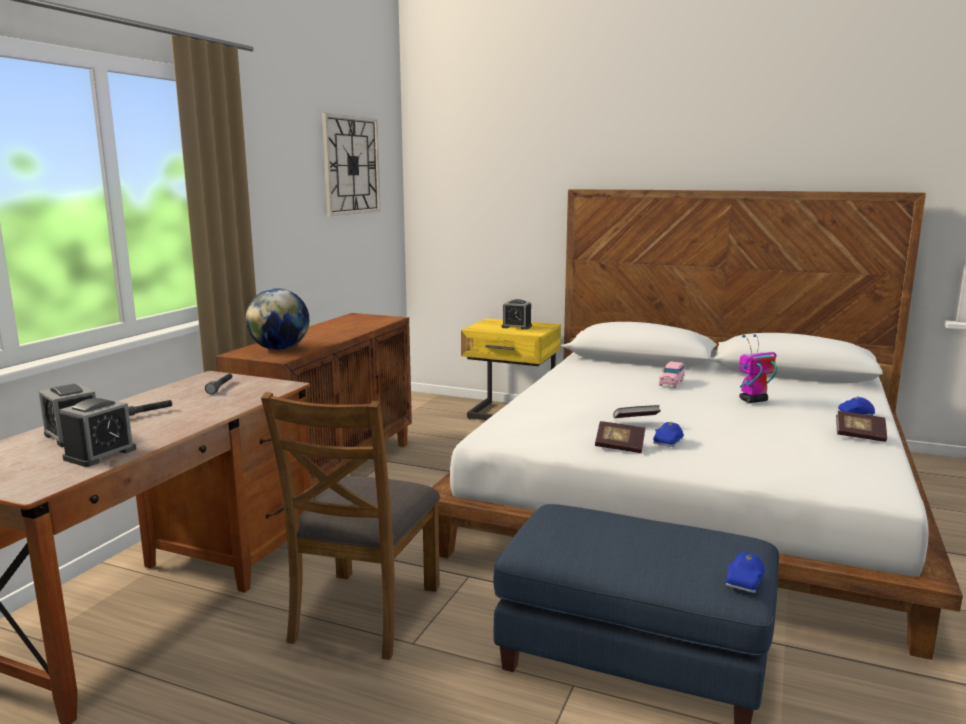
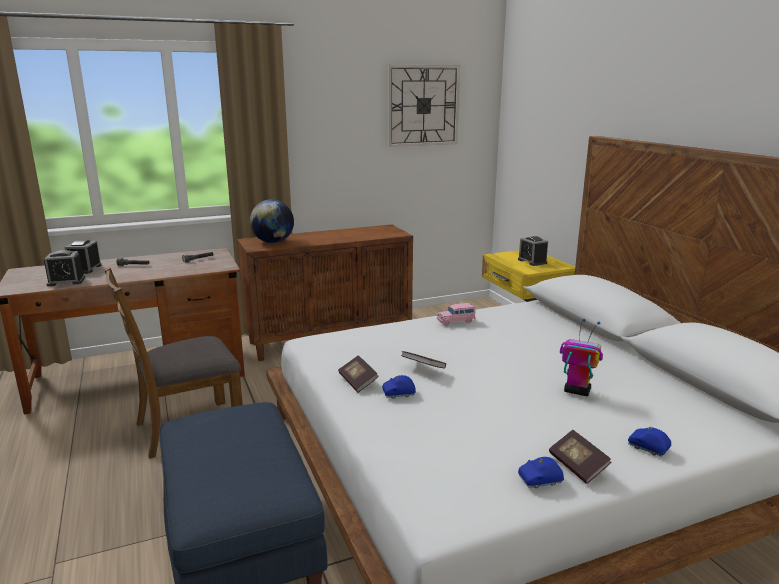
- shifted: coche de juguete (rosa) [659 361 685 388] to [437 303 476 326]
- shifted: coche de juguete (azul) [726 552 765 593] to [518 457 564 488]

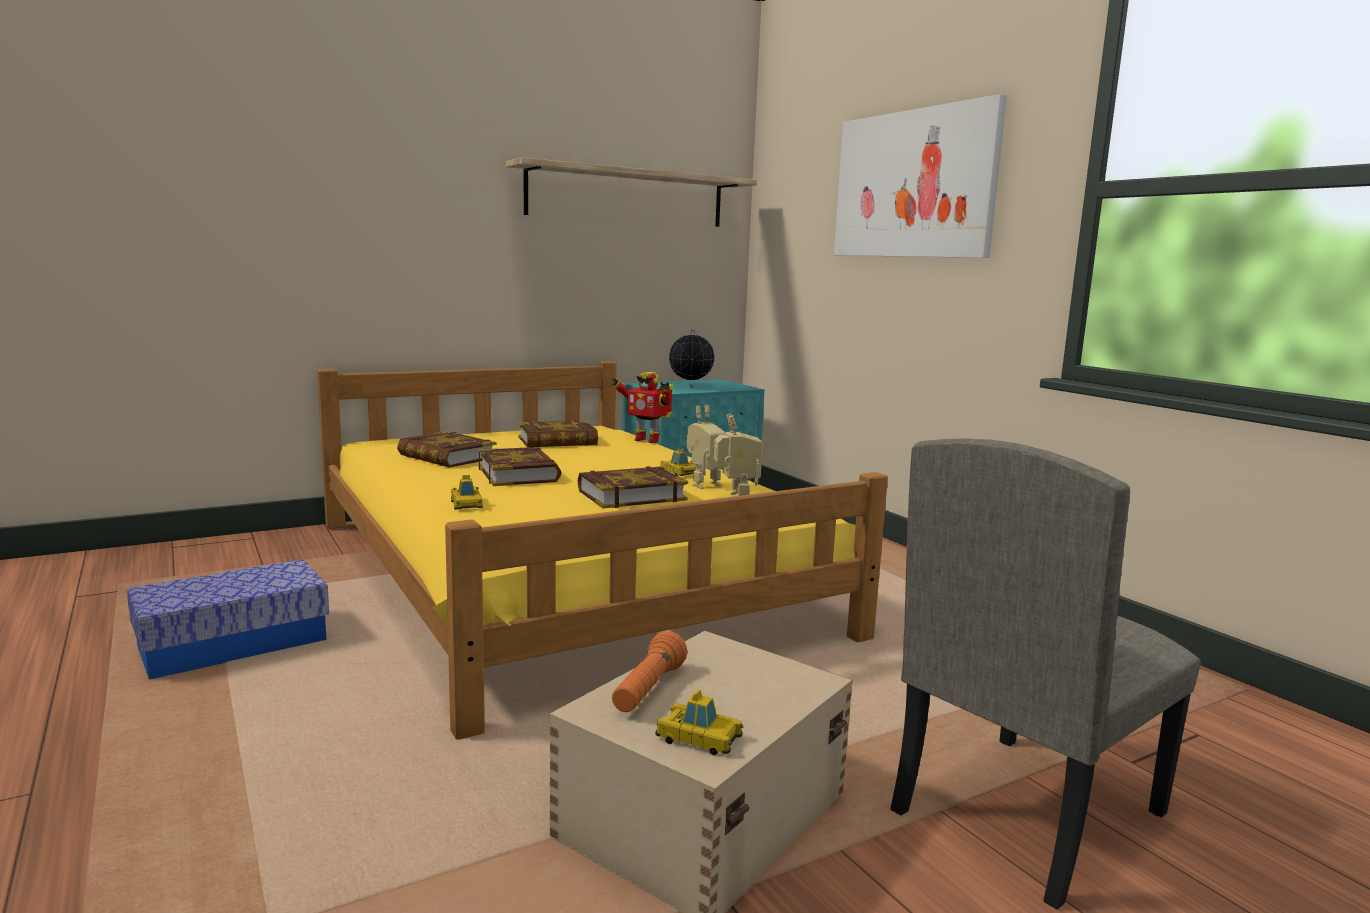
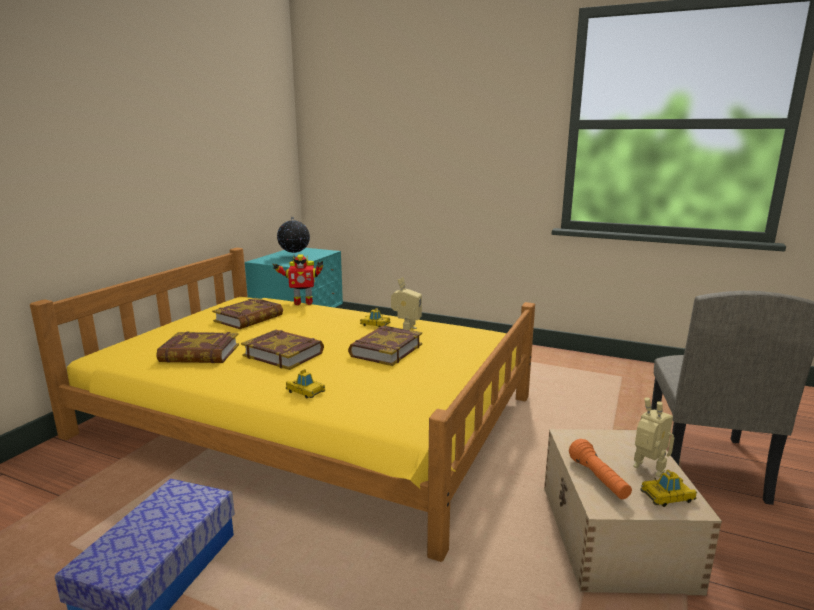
- gone: estante [505 157 757 227]
- shifted: robot de juguete [714 413 763 495] to [633 397 674 477]
- gone: cuadro [834 94 1007 258]

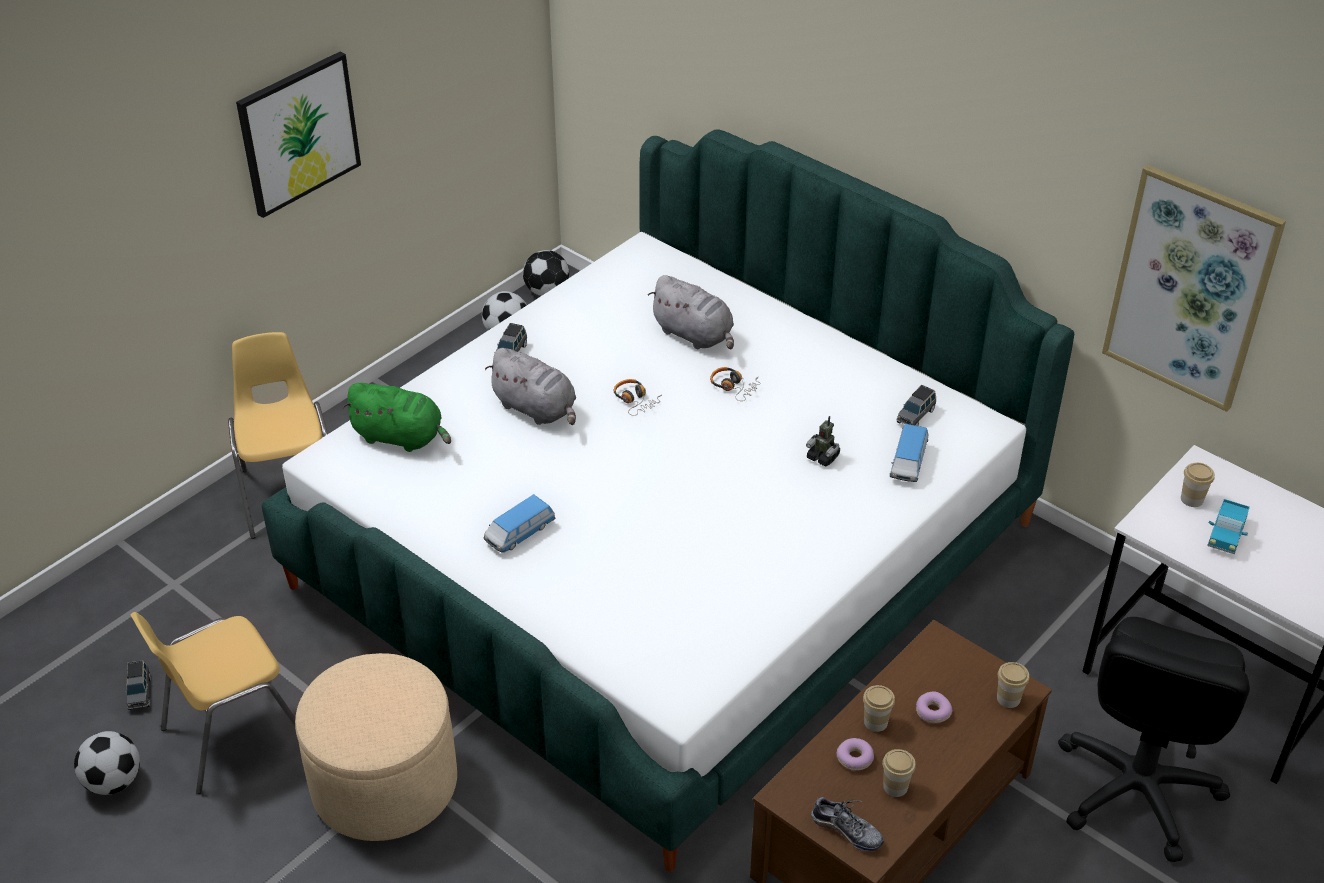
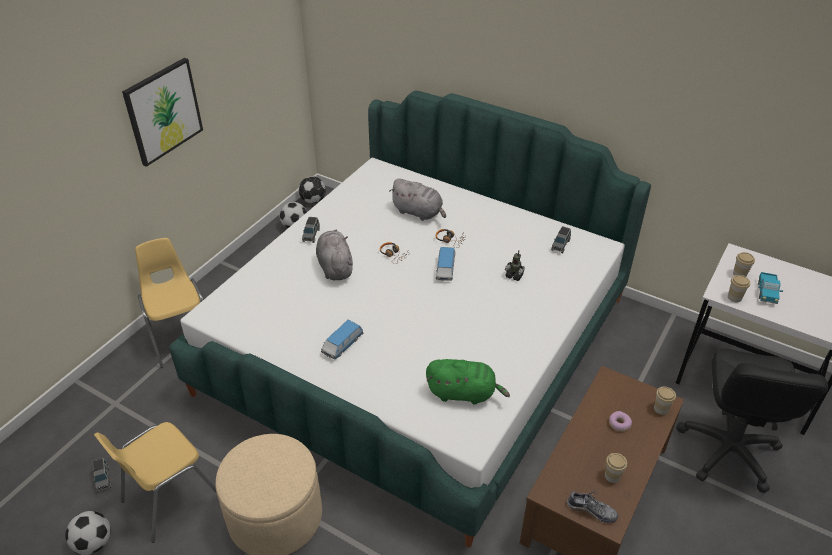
- shifted: peluche (verde) [342 383 451 452] to [426 359 510 405]
- rotated: peluche (gris) [485 348 576 425] = [316 230 353 280] 135 degrees counterclockwise
- gone: rosquilla [837 738 874 771]
- shifted: taza [863 685 895 732] to [728 275 750 302]
- shifted: coche de juguete [890 424 928 482] to [436 247 455 281]
- gone: cuadro [1102 165 1286 412]

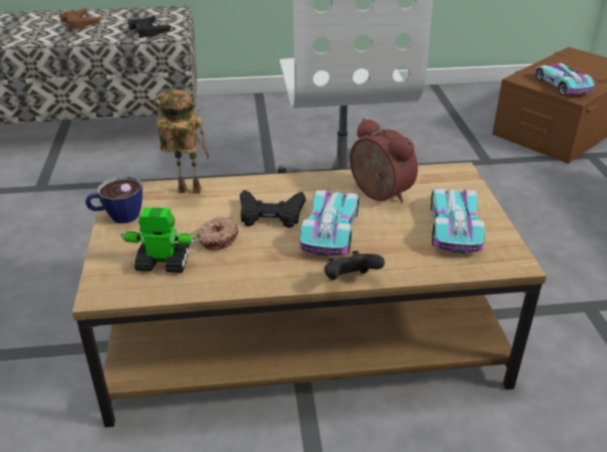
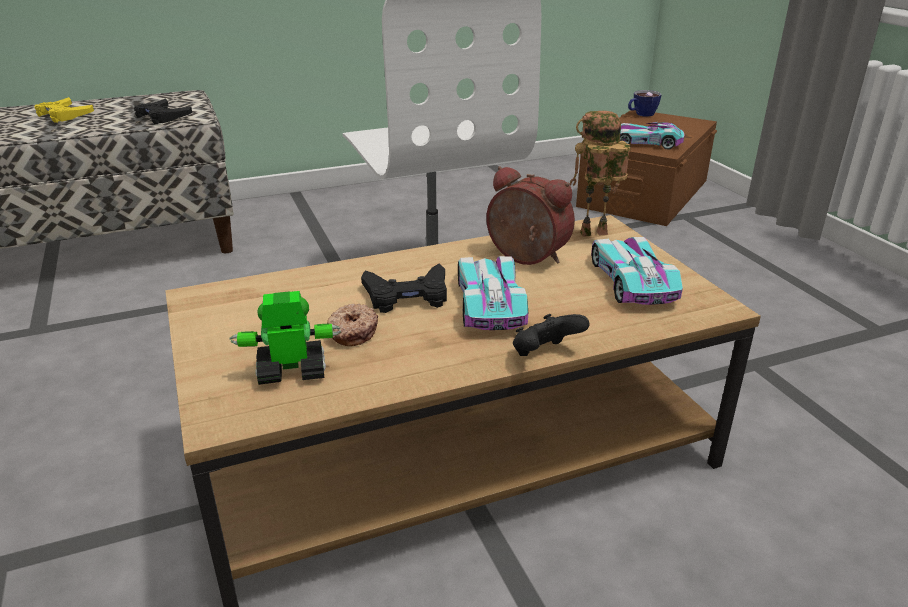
- repainted: mando de consola (marrón) [59 8 101 30] to mando de consola (amarillo) [34 97 94 123]
- shifted: taza [85 176 143 224] to [628 90 661 117]
- shifted: robot de juguete [154 89 209 194] to [570 111 631 237]
- rotated: coche de juguete [534 63 594 96] = [620 122 685 149] 45 degrees counterclockwise

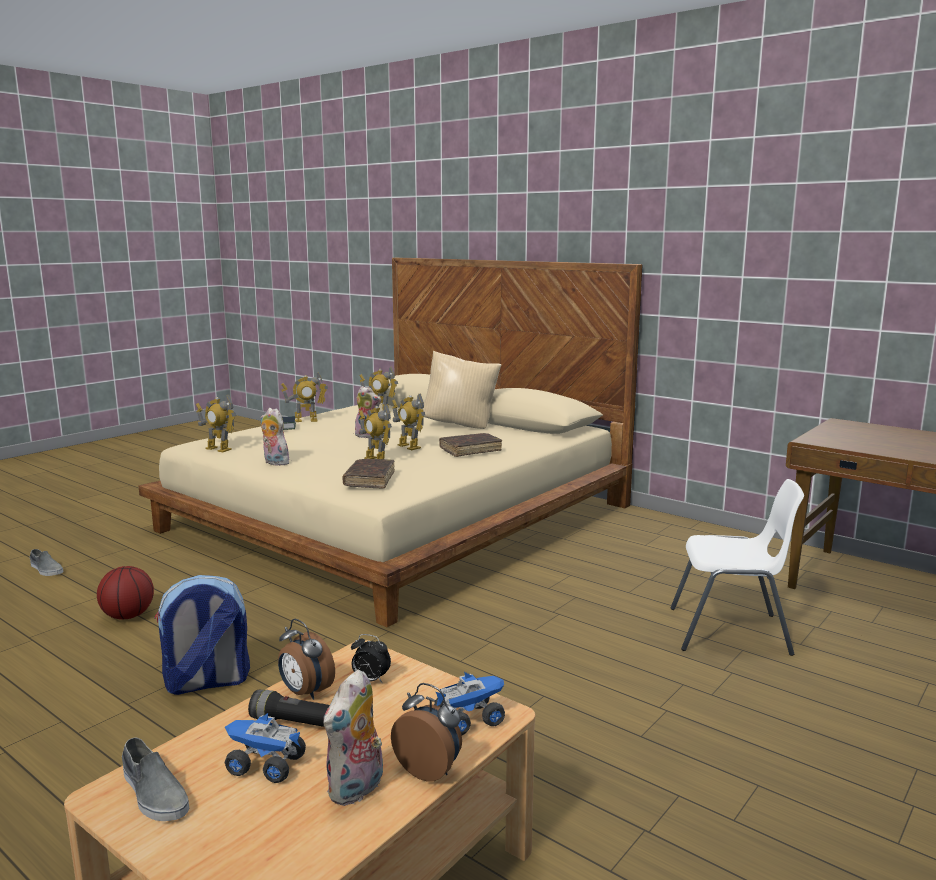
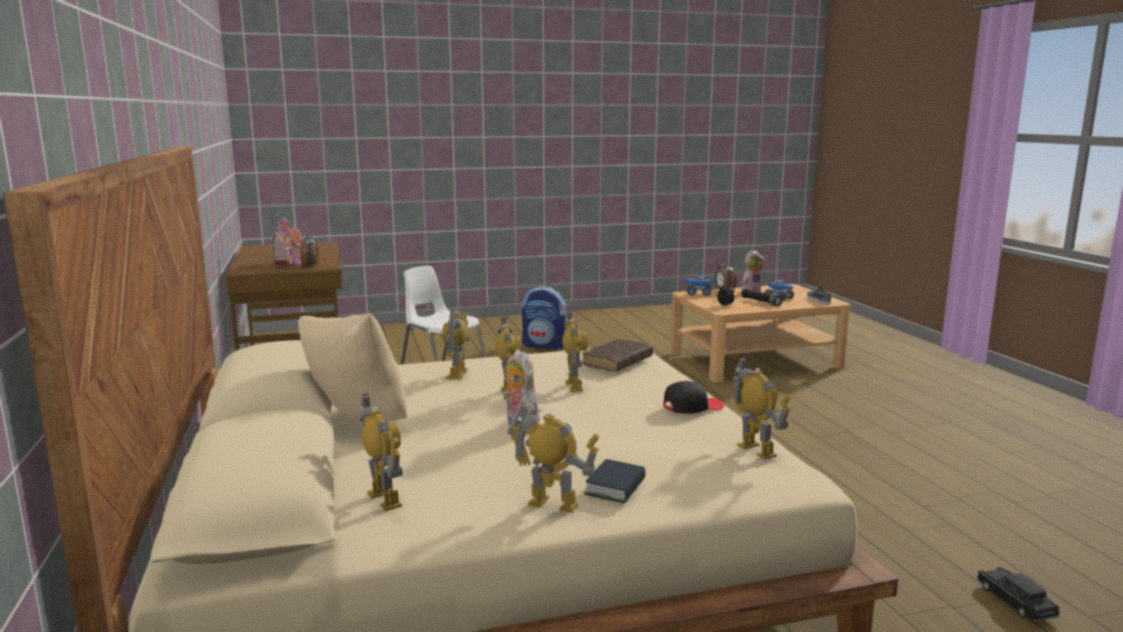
- swapped: zapato (gris) [30 549 63 576] to coche de juguete (negro) [976 567 1060 621]
- gone: balón de baloncesto [97 566 154 619]
- shifted: mochila [154 575 250 695] to [522 286 567 350]
- swapped: peluche [260 408 289 466] to gorra (negro) [663 381 724 414]
- shifted: despertador [278 619 335 700] to [300 229 318 267]
- swapped: libro (marrón) [439 433 502 457] to robot de juguete [442 310 470 380]
- new: casita [271 216 302 266]

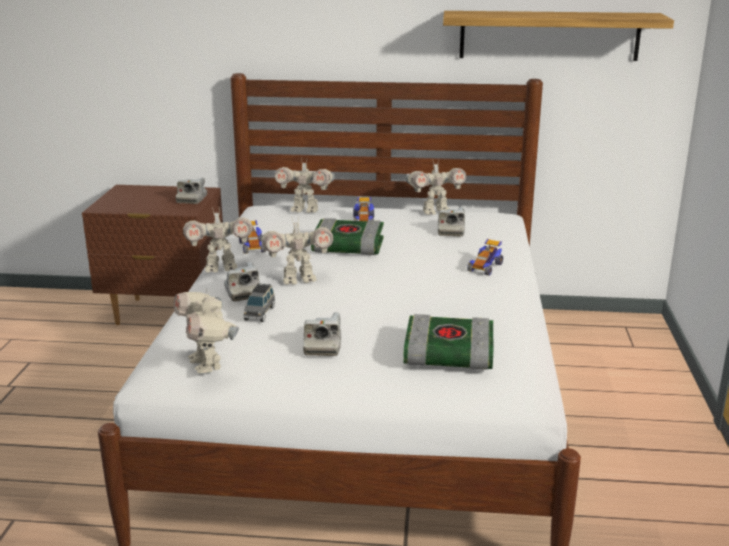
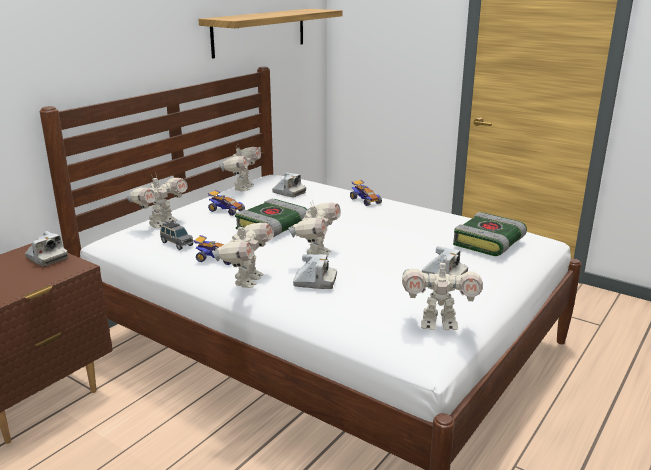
- shifted: coche de juguete (gris) [243 283 275 322] to [160 221 194 250]

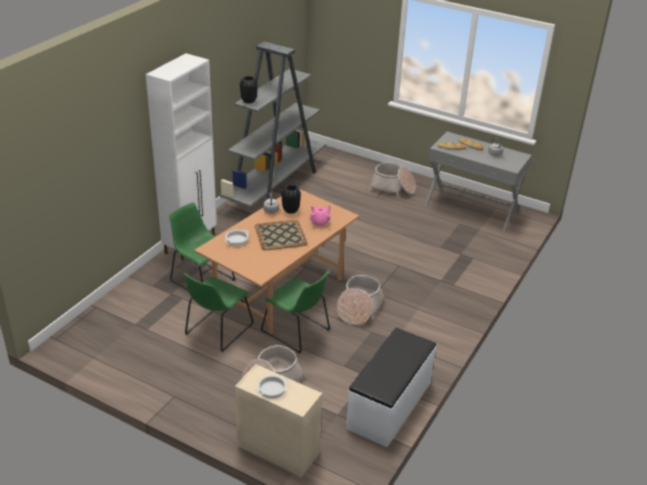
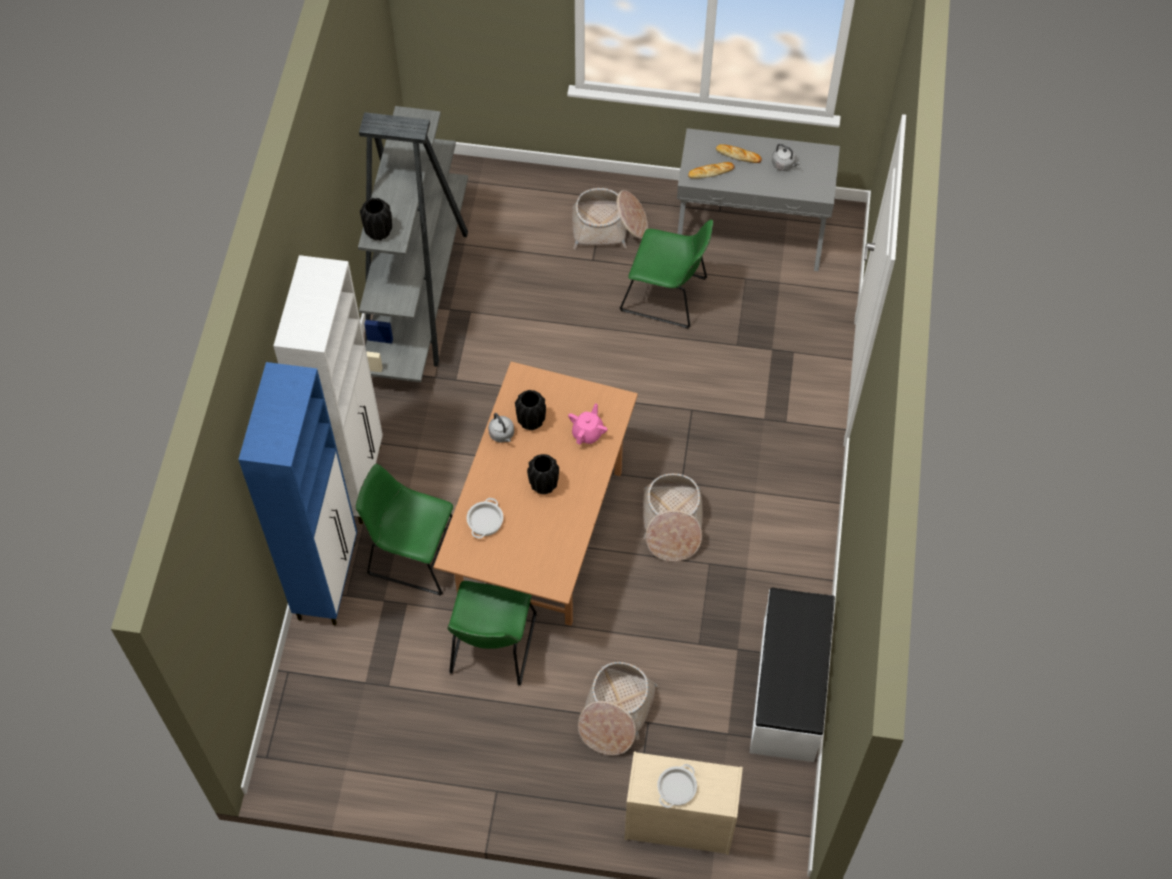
- swapped: bandeja [255 220 308 250] to florero (negro) [527 454 559 494]
- shifted: silla (verde) [261 271 330 353] to [620 220 713 329]
- new: armario (azul) [238 362 357 625]

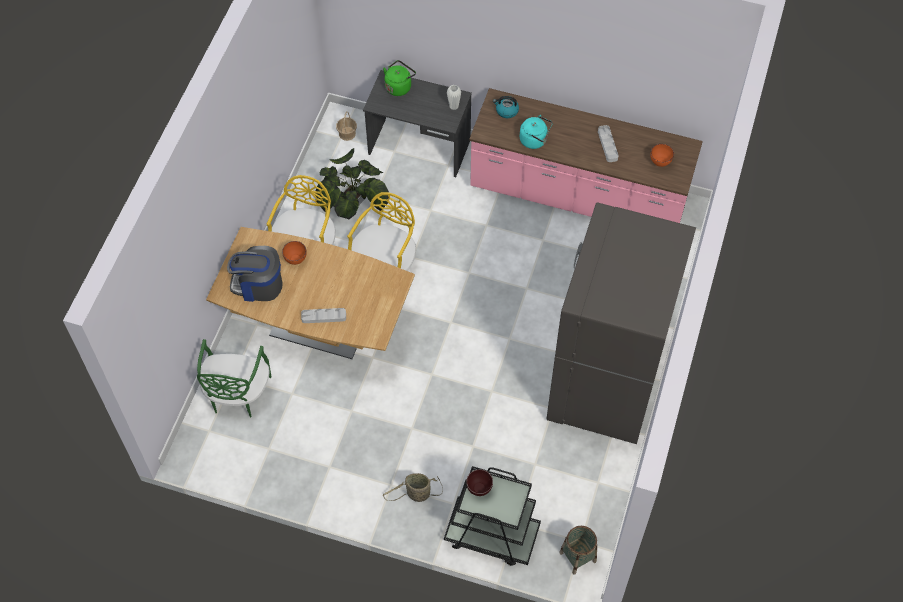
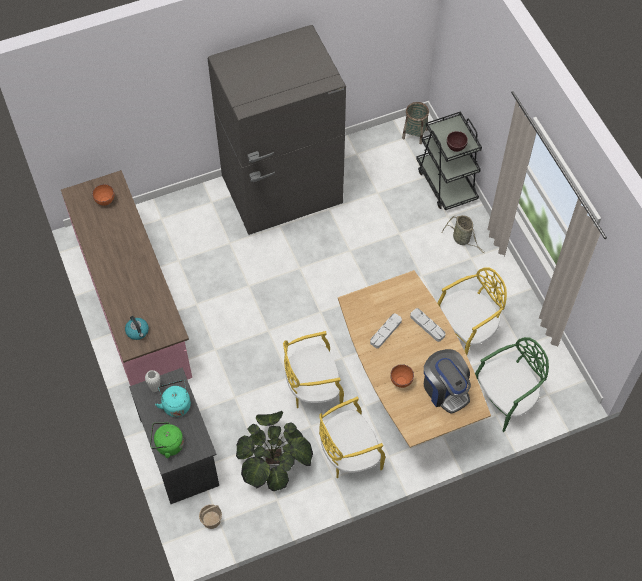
- shifted: hervidor (turquesa) [520 115 553 149] to [155 380 191 417]
- shifted: bandeja (gris) [598 125 619 162] to [370 313 402 348]
- new: silla (amarillo) [437 267 507 355]

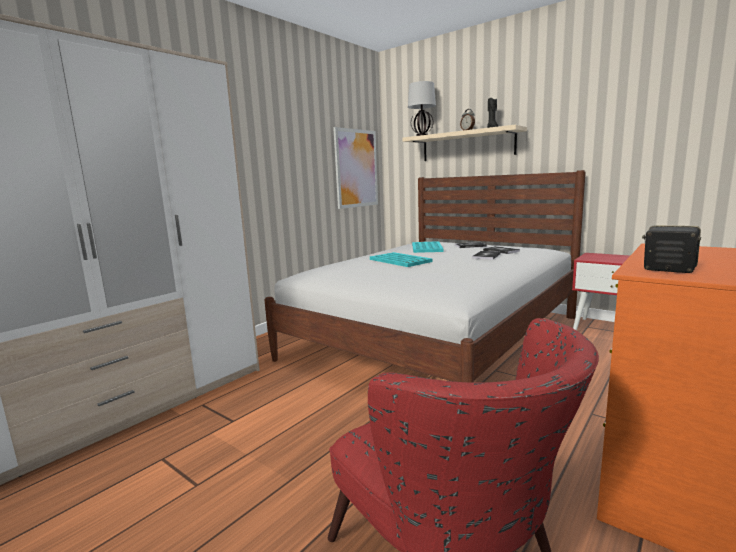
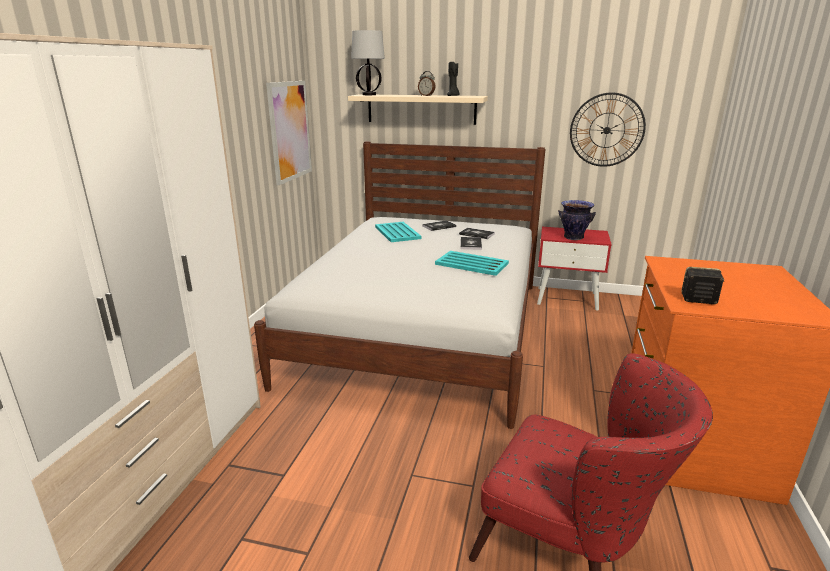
- shifted: bandeja (turquesa) [370 252 433 267] to [435 251 509 276]
- new: florero [558 200 596 240]
- new: reloj de pared [570 92 646 167]

